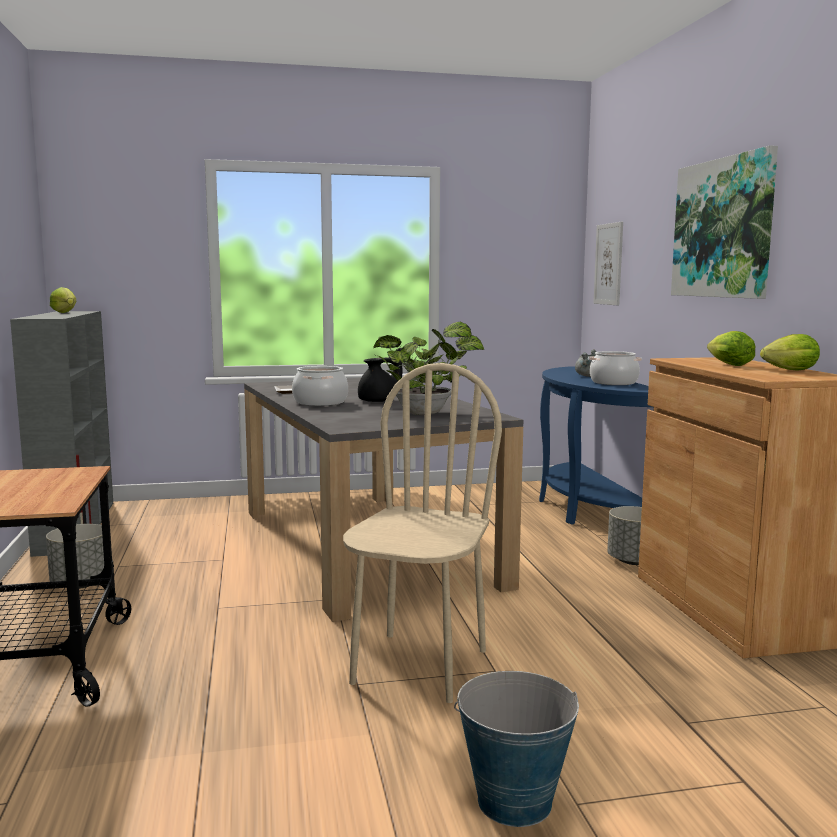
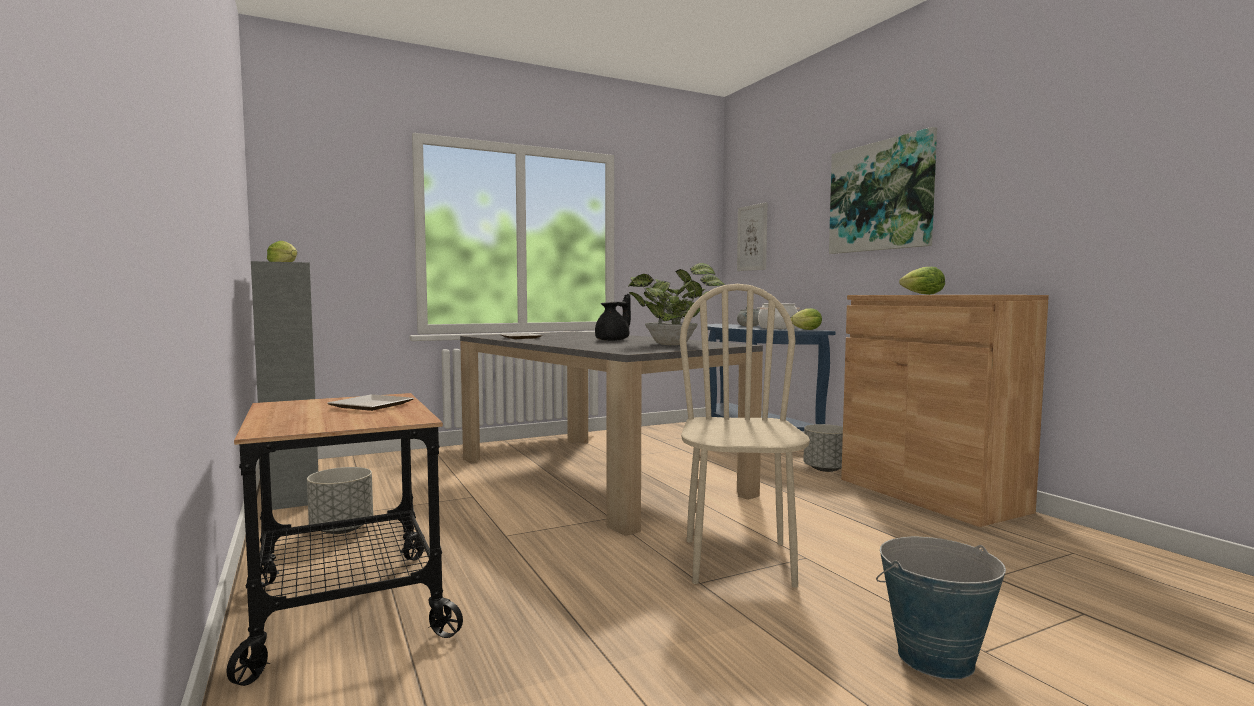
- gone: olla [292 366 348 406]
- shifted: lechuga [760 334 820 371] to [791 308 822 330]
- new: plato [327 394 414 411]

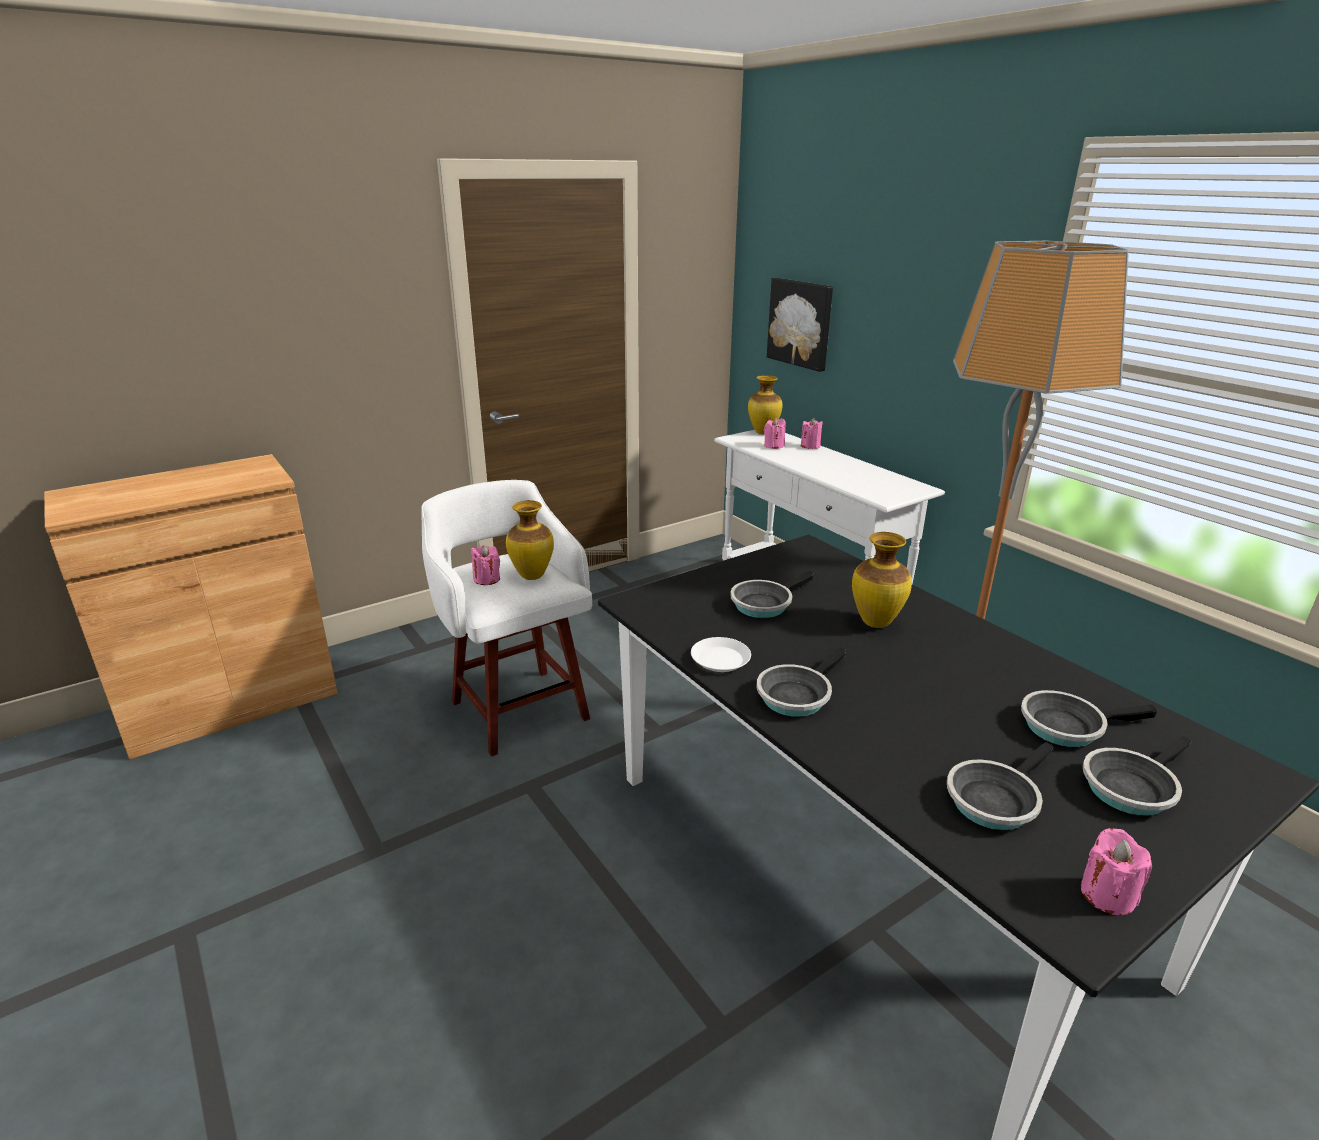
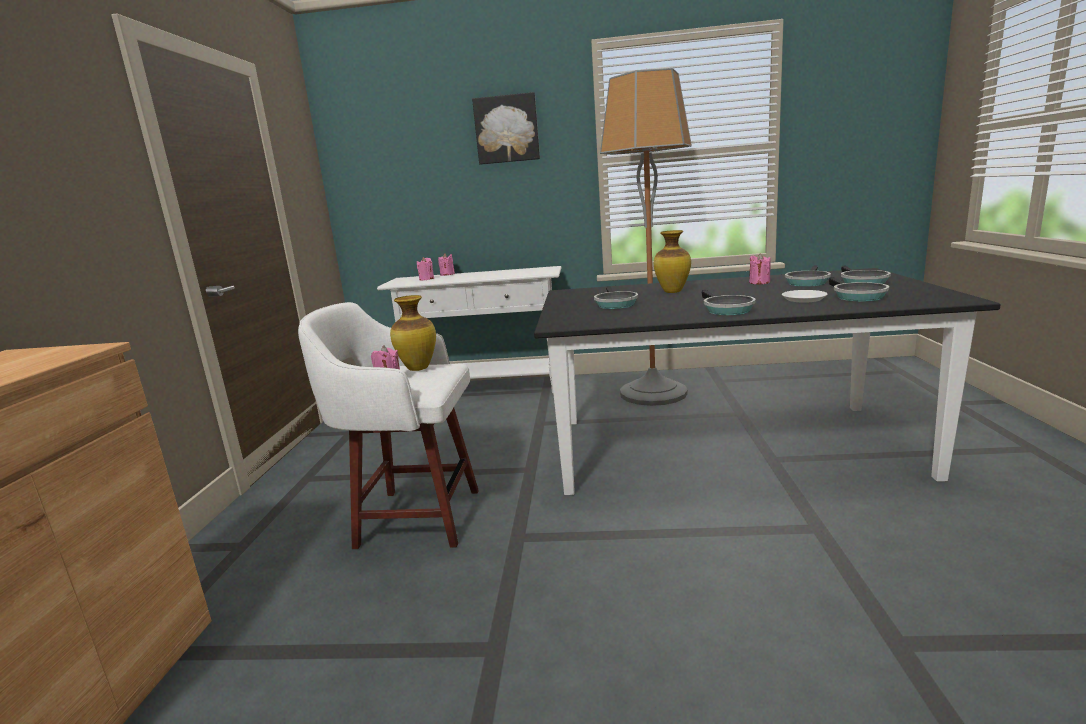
- shifted: plato (blanco) [691 637 751 672] to [782 290 827 303]
- gone: florero [748 375 782 434]
- shifted: cuadro [767 278 833 372] to [472 92 540 165]
- shifted: vela (rosa) [1081 828 1152 915] to [749 253 771 284]

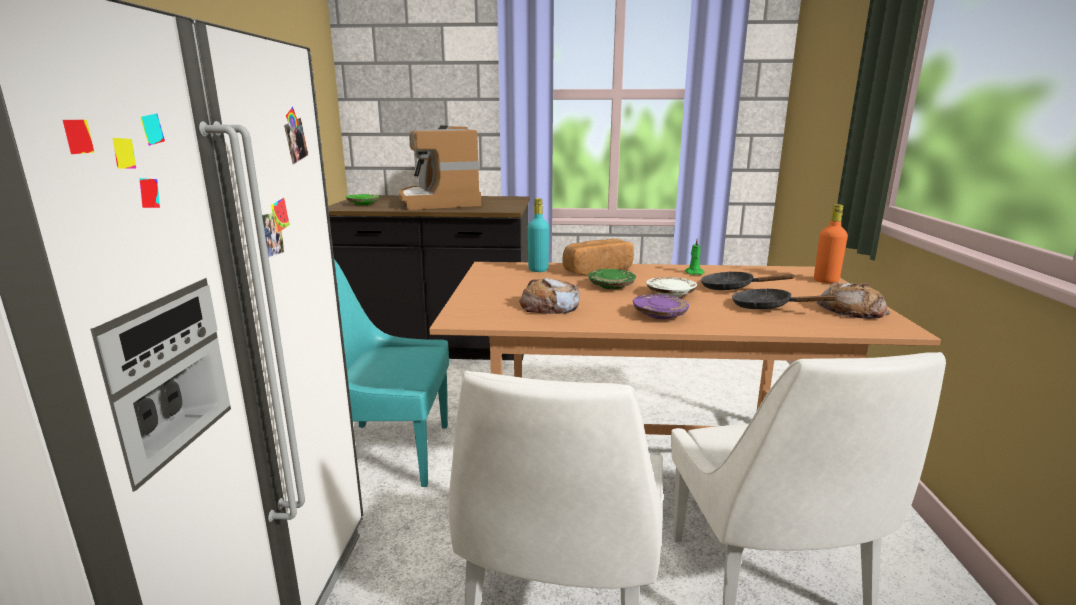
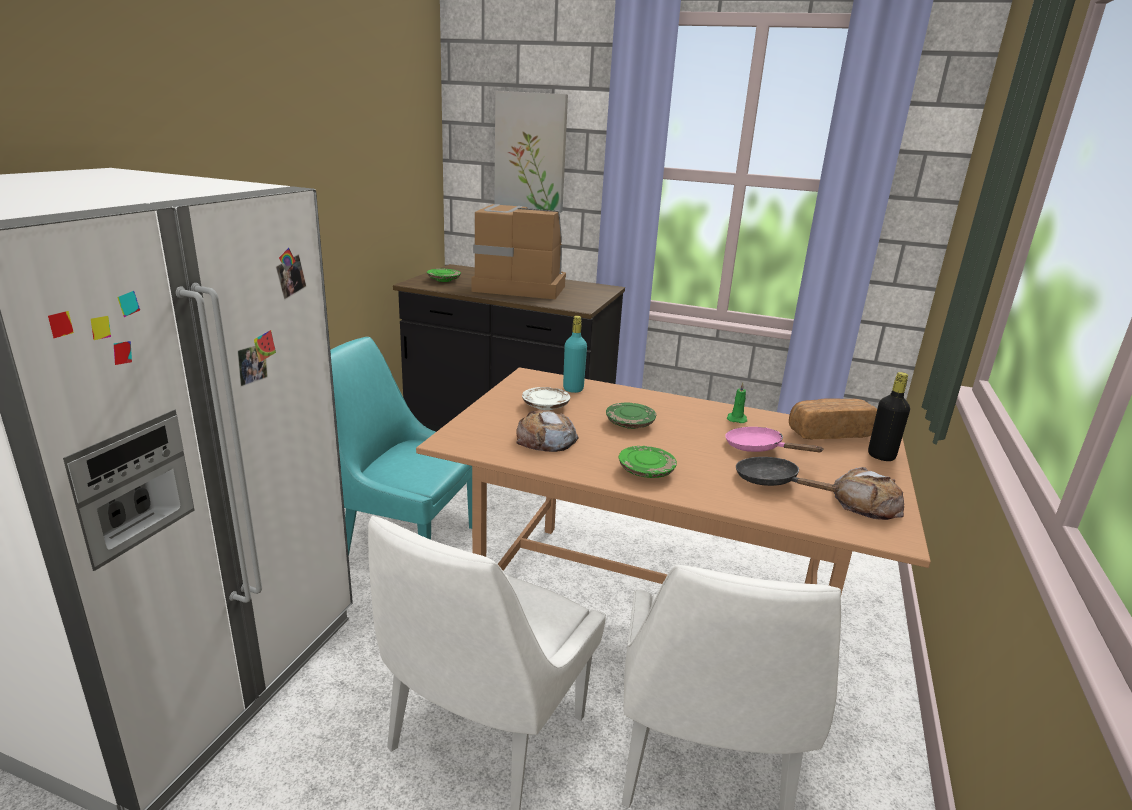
- rotated: cafetera [399 125 481 210] = [471 204 566 299] 105 degrees clockwise
- shifted: pan [562 239 634 275] to [789 398 877 439]
- repainted: plato (morado) [633 294 689 319] to plato (verde) [618 446 677 478]
- shifted: plato (blanco) [646 277 697 297] to [522 387 570 410]
- repainted: sartén (negro) [701 271 796 290] to sartén (rosa) [725 427 824 452]
- repainted: botella (naranja) [814 204 848 283] to botella (negro) [868 372 910 461]
- new: cuadro [494 91 568 213]

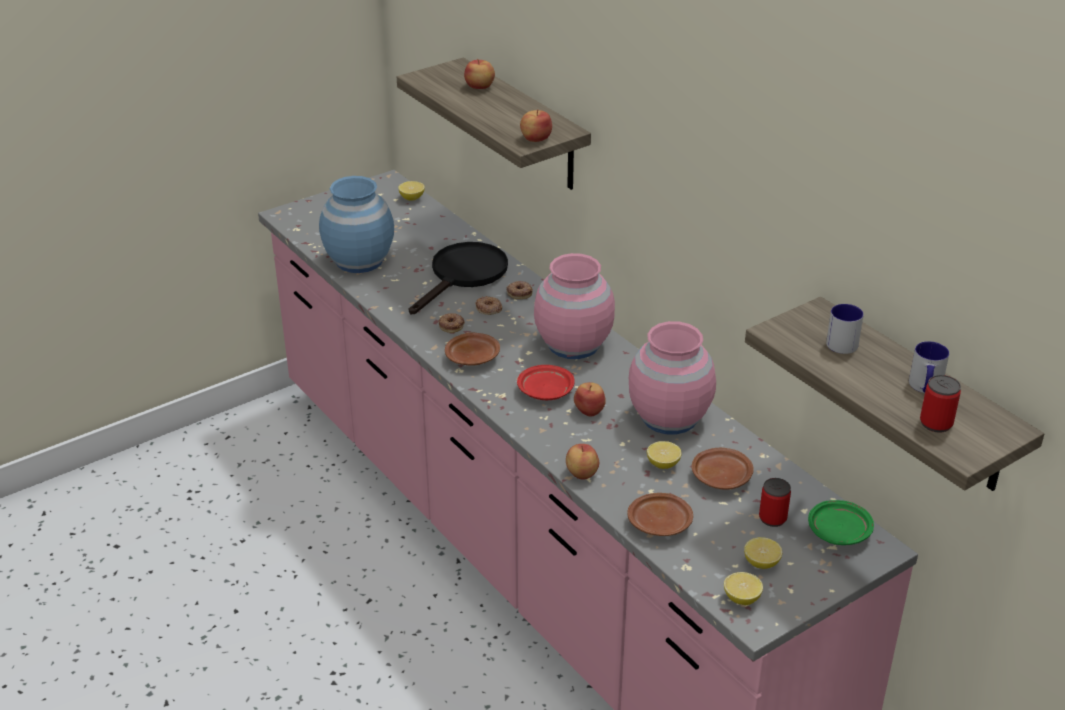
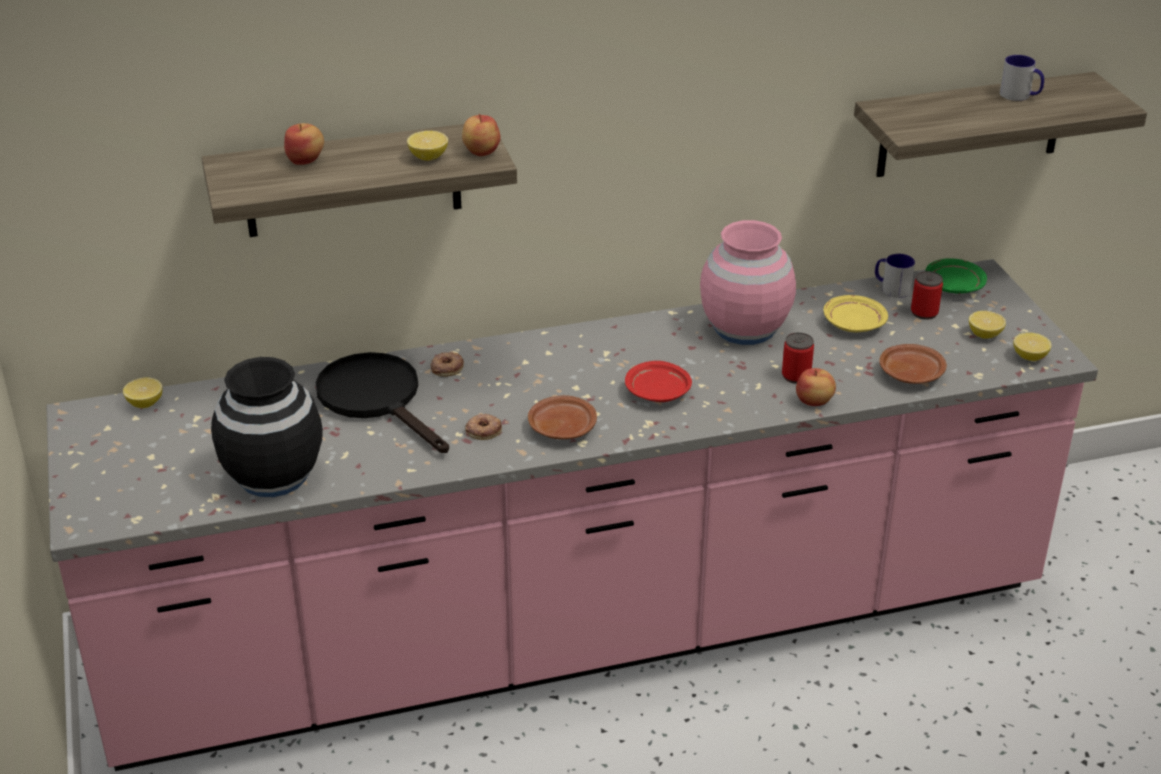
- repainted: florero (azul) [319 176 394 273] to florero (negro) [211 357 323 497]
- gone: rosquilla [476 296 502 315]
- gone: florero (rosa) [534 253 615 359]
- gone: manzana [574 382 606 417]
- shifted: limón [647 441 682 469] to [407 131 448 161]
- repainted: plato (marrón) [692 448 754 490] to plato (amarillo) [823 295 888 332]
- shifted: taza grande [826 304 864 354] to [875 254 915 298]
- shifted: lata [920 375 961 433] to [782 332 814 384]

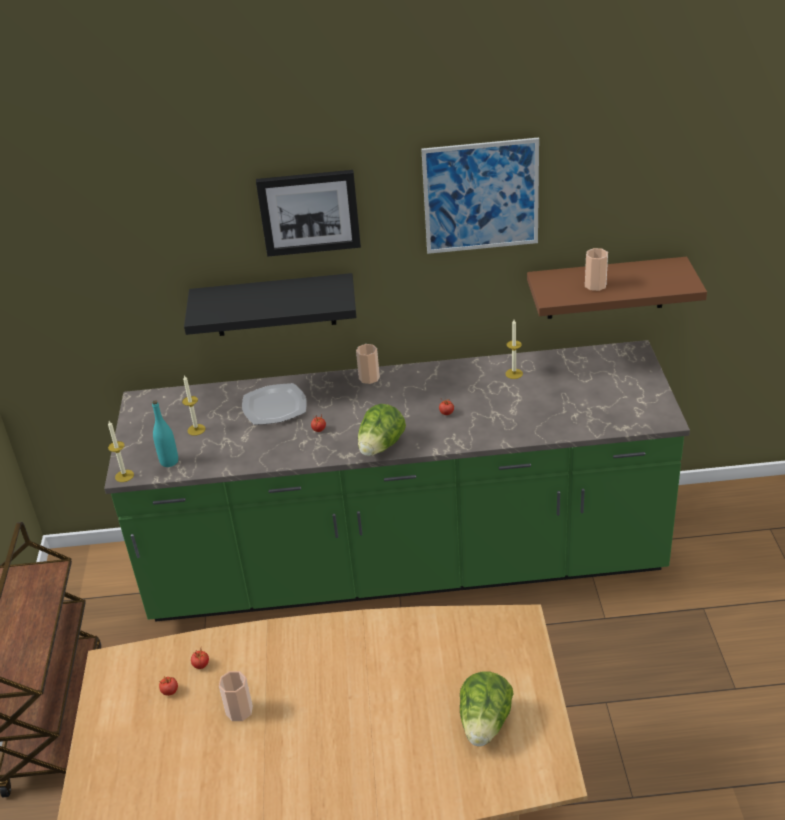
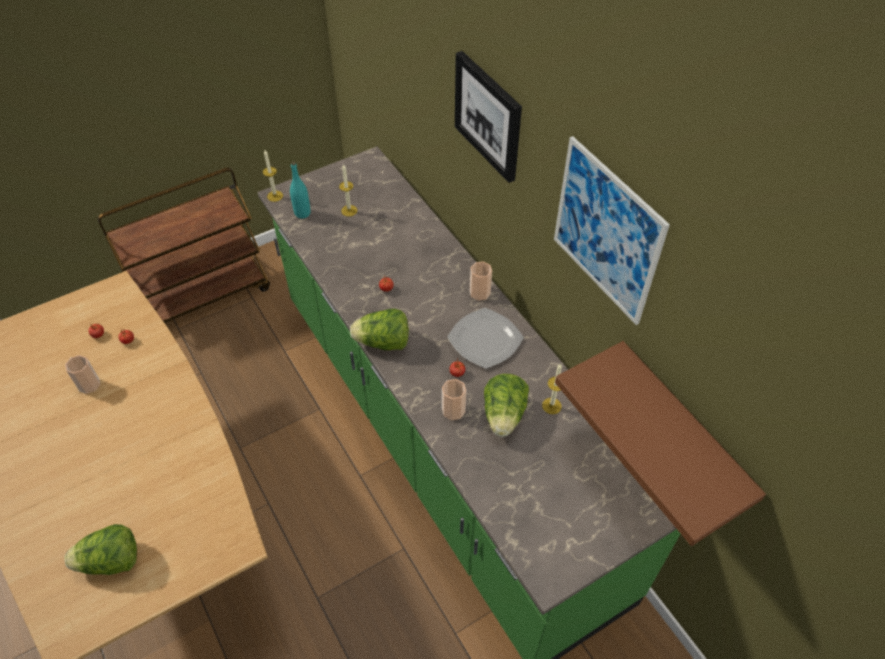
- gone: estante (negro) [184 273 357 336]
- shifted: plato [242 383 307 425] to [447 308 524 369]
- shifted: taza [585 248 608 291] to [442 379 466 420]
- new: lechuga [484 374 529 437]

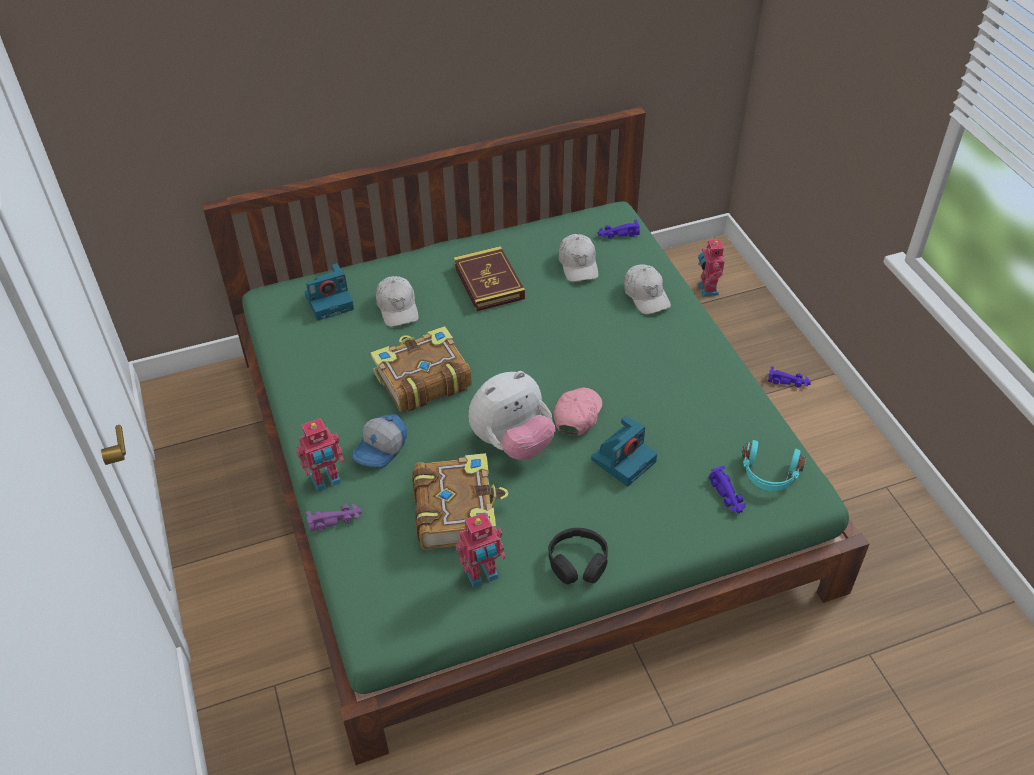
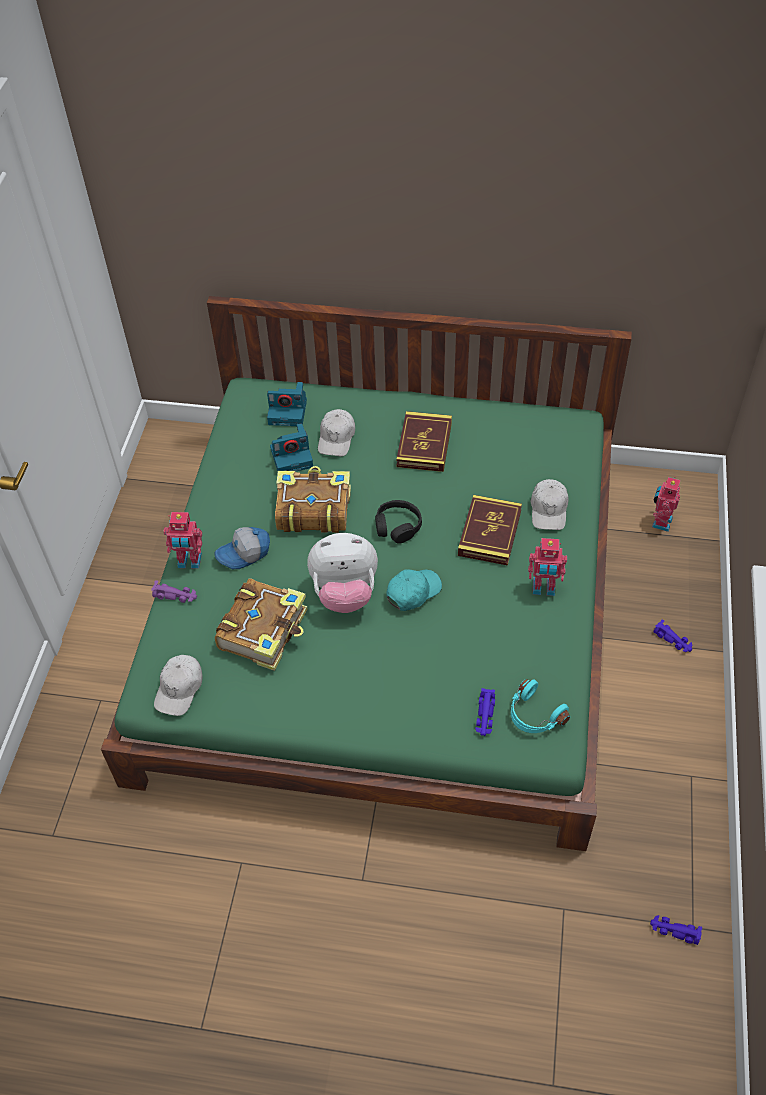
- shifted: robot de juguete [456 512 505 588] to [528 538 567 596]
- shifted: auriculares (negro) [548 528 608 584] to [375 500 422 544]
- repainted: gorra (rosa) [554 388 602 435] to gorra (turquesa) [386 569 442 611]
- shifted: gorra (blanco) [558 234 598 282] to [154 655 203 716]
- shifted: cámara [591 416 657 486] to [270 423 313 472]
- shifted: coche de juguete (morado) [598 219 640 239] to [650 915 702 945]
- new: libro [458 495 522 565]

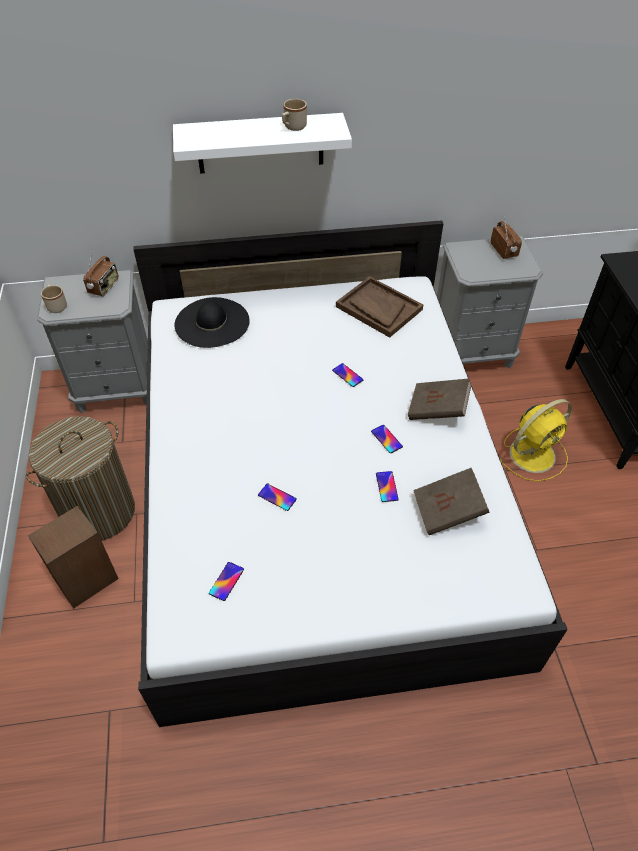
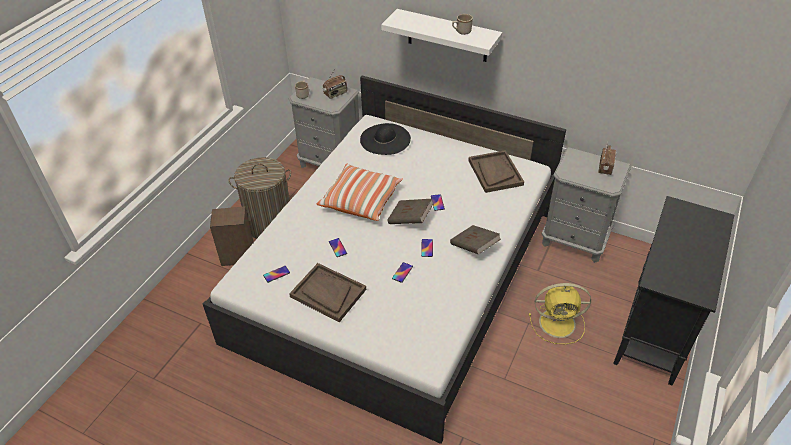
- shifted: libro (marrón) [413 468 490 535] to [387 199 434 224]
- new: bandeja (marrón) [289 263 366 322]
- new: cojín [317 164 403 221]

